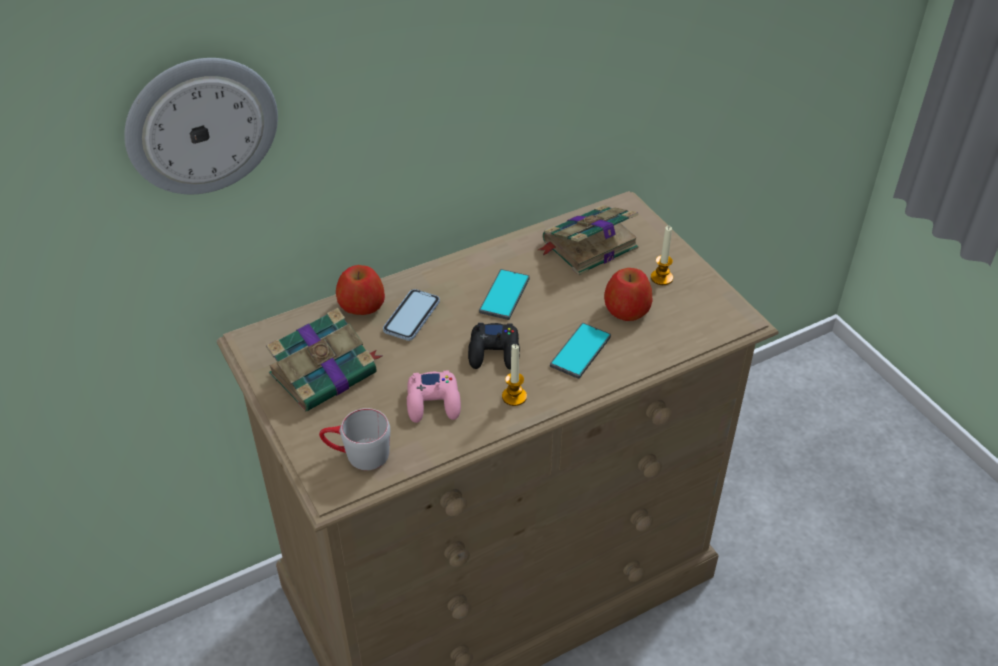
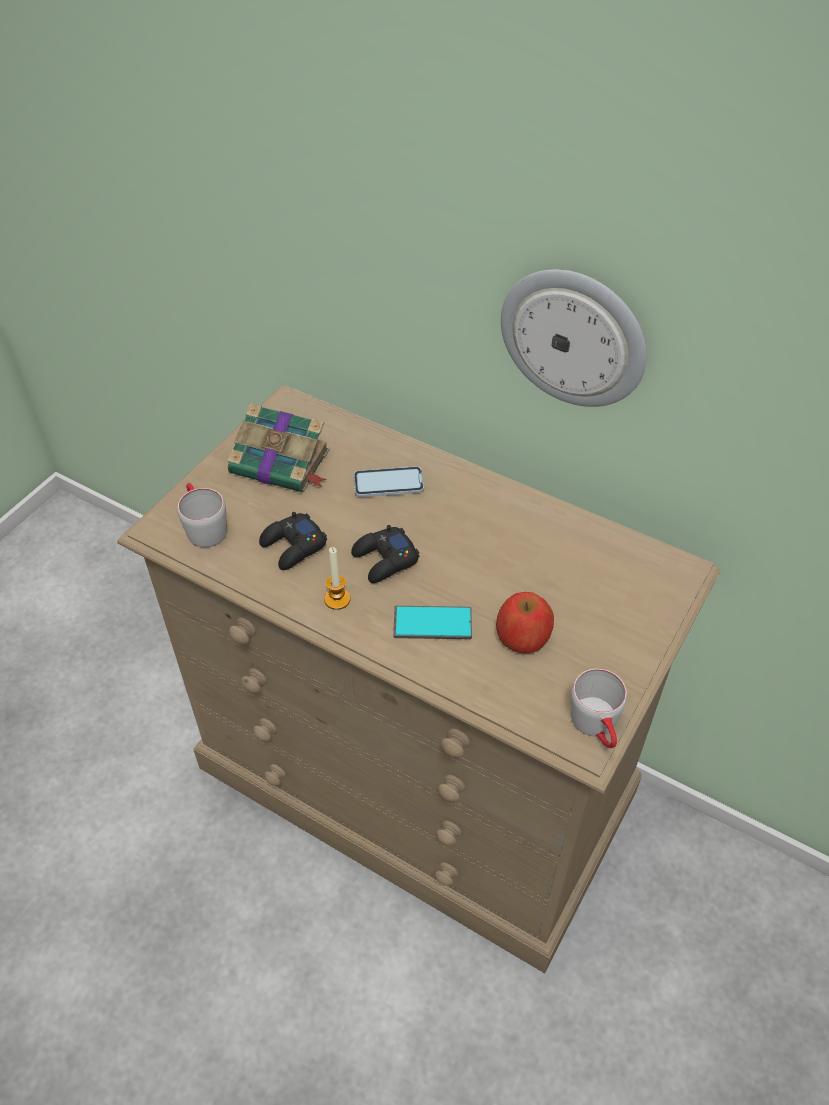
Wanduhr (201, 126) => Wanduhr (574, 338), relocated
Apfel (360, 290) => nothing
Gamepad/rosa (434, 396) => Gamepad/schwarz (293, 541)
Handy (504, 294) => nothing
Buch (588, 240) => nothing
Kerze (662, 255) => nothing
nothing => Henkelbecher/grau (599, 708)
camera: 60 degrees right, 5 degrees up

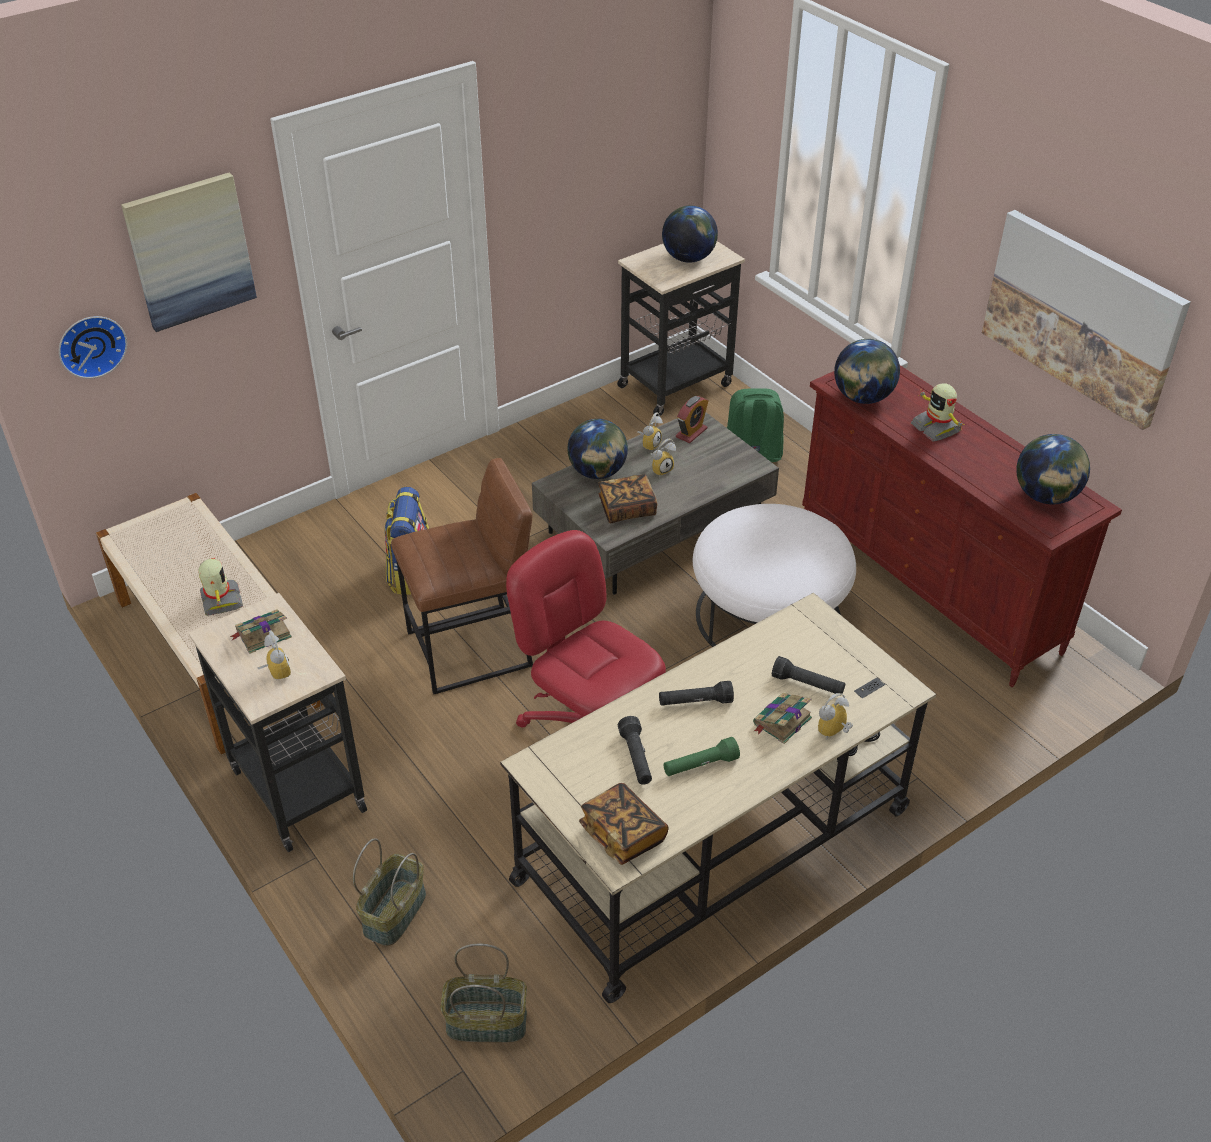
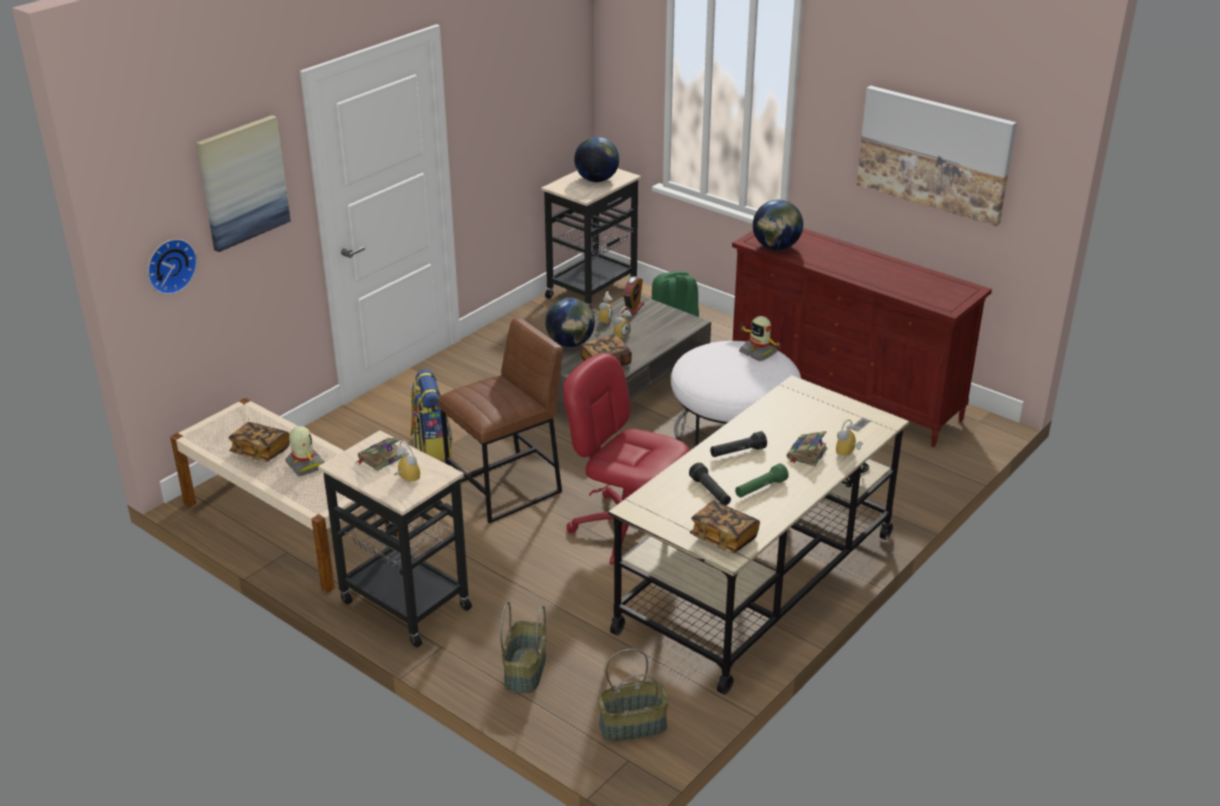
Taschenlampe/schwarz (808, 676) => nothing
Spielzeugroboter (938, 412) => Spielzeugroboter (759, 338), relocated
Globus (1053, 469) => nothing
nothing => Buch (259, 442)
camera: 15 degrees left, 10 degrees down

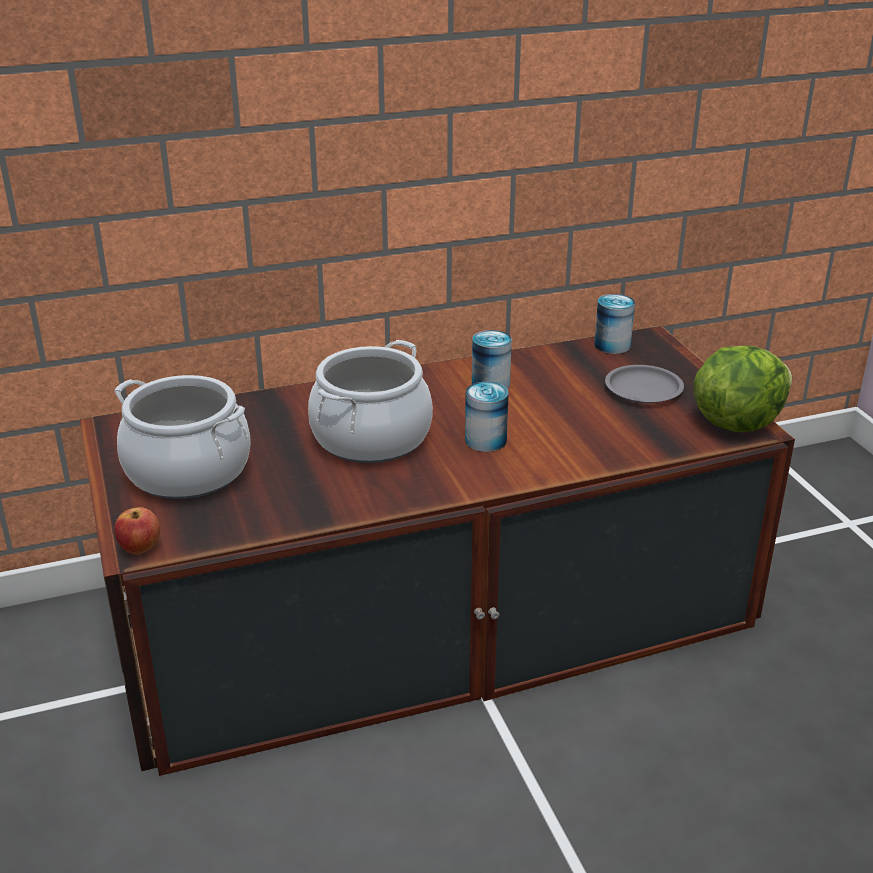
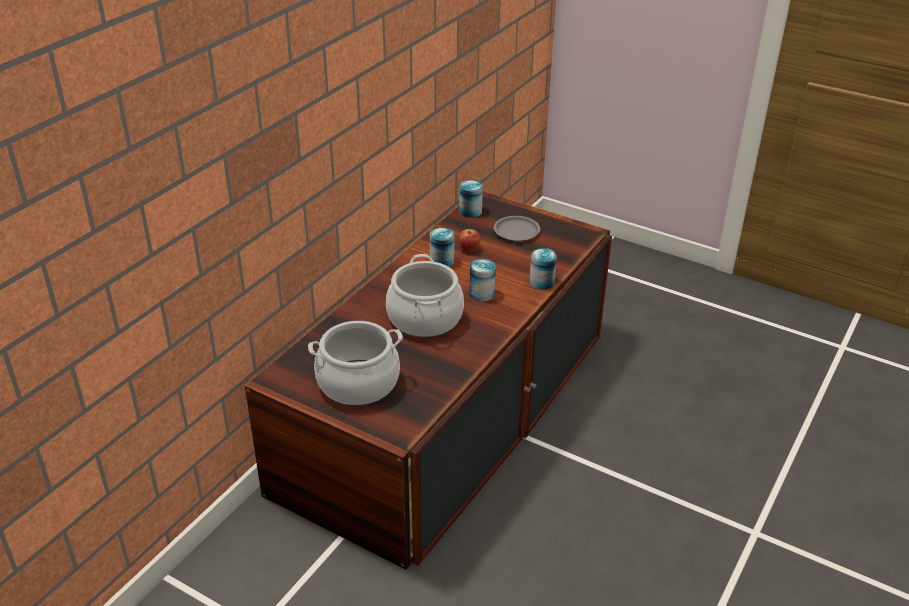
Apfel (137, 530) => Apfel (469, 240), relocated
Salatkopf (742, 388) => nothing
nothing => Dose (543, 269)
camera: 40 degrees left, 5 degrees up

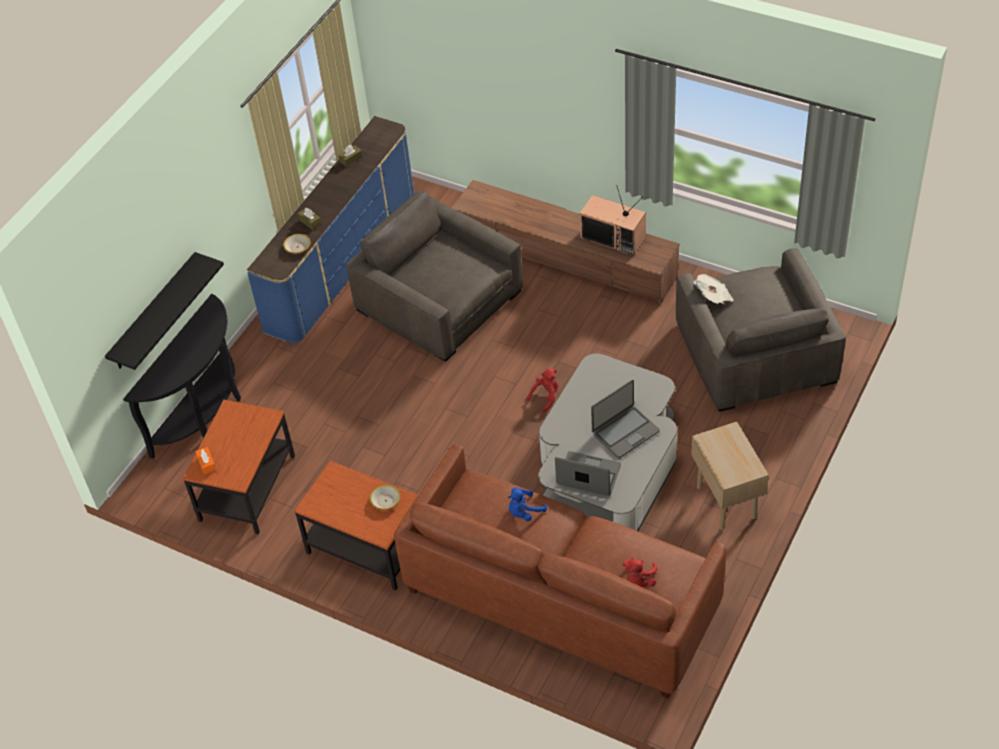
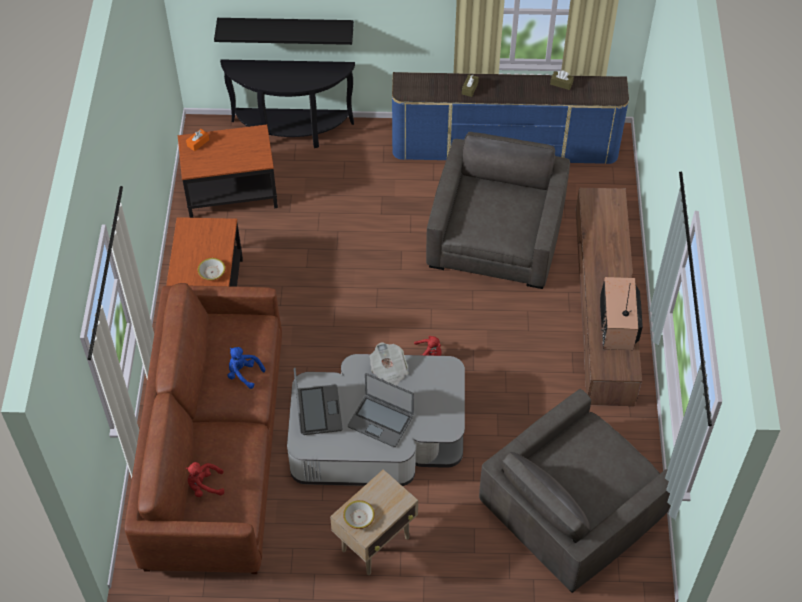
Schüssel (297, 244) => Schüssel (359, 514), relocated
Zeitung (714, 289) => Zeitung (389, 364), relocated
camera: 60 degrees right, 5 degrees up

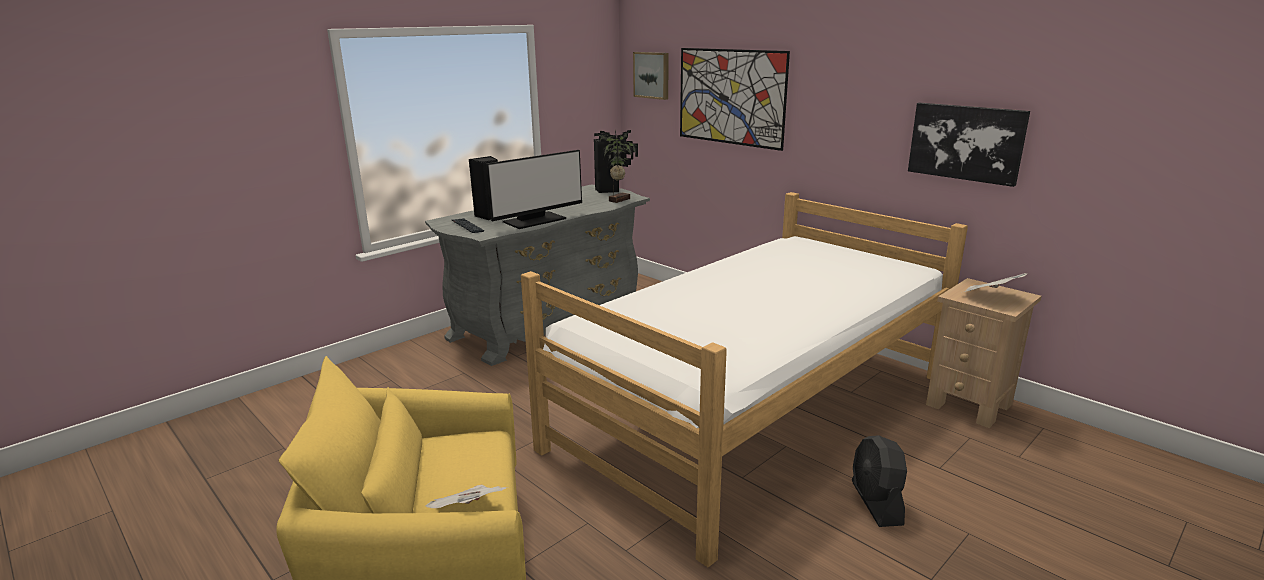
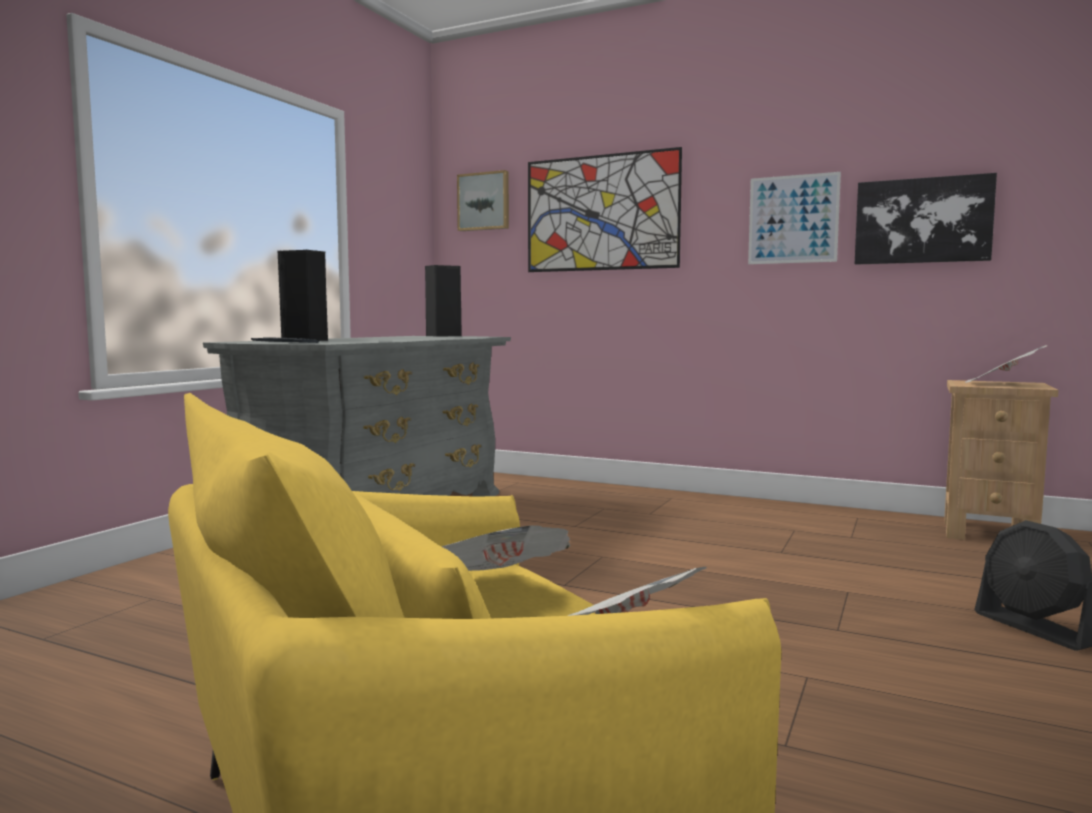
Monitor (534, 189) => nothing
Bett (744, 379) => nothing
Topfpflanze (616, 166) => nothing
nothing => Zeitung (506, 548)
nothing => Bild (794, 218)
camera: 20 degrees left, 15 degrees down

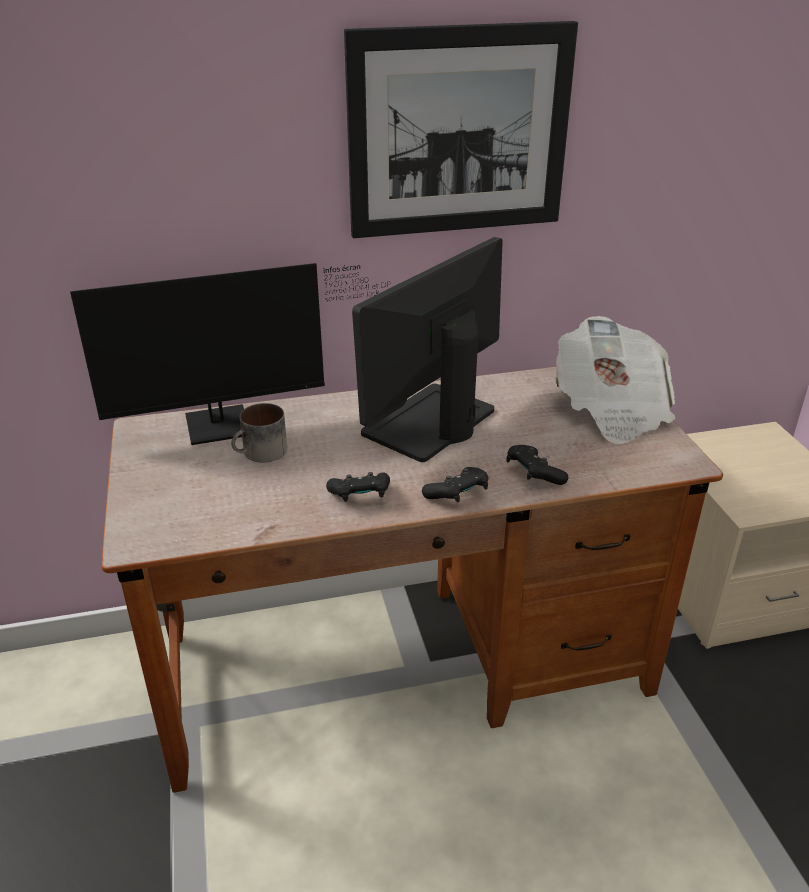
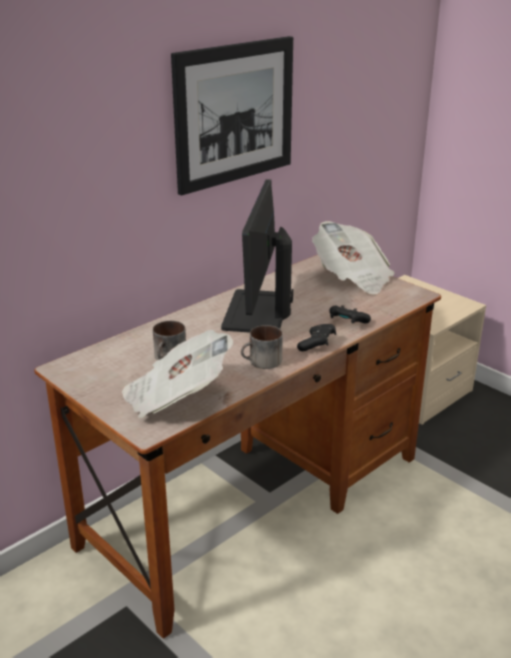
Monitor (230, 354) => nothing
Gamepad/schwarz (358, 487) => Henkelbecher (262, 347)
nothing => Zeitung (177, 374)
camera: 30 degrees left, 5 degrees down

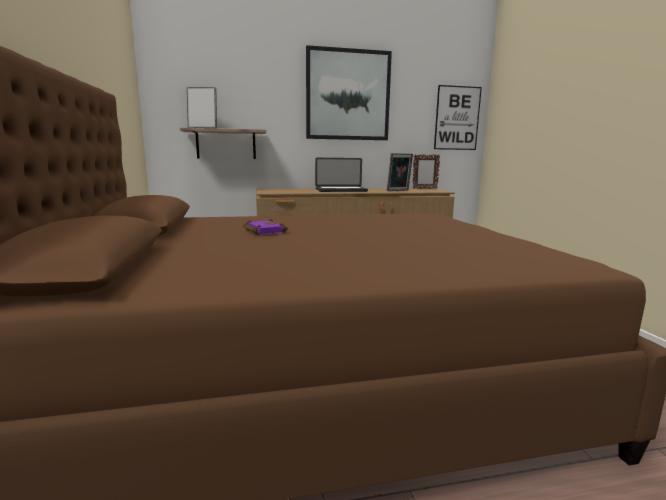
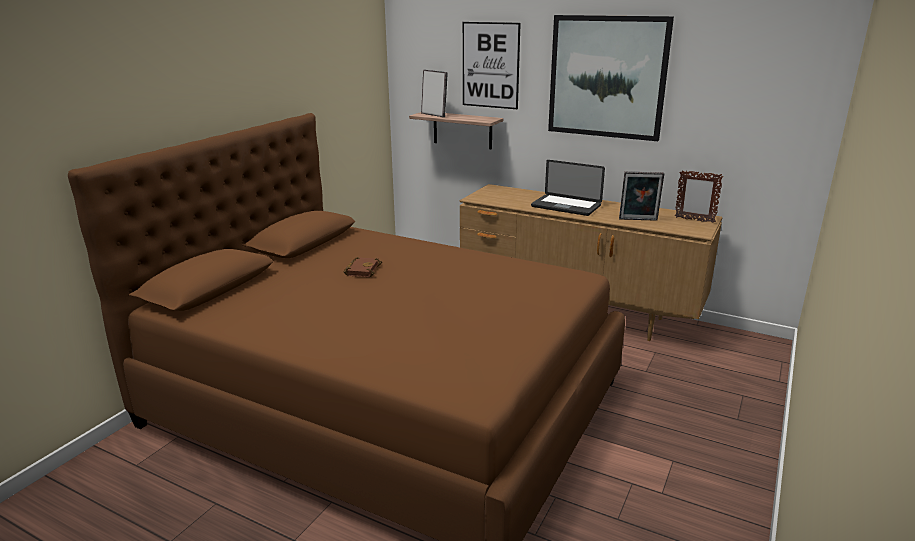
Buch/lila (265, 227) => Buch/braun (363, 267)
Bild (458, 117) => Bild (492, 65), relocated
camera: 40 degrees right, 10 degrees up

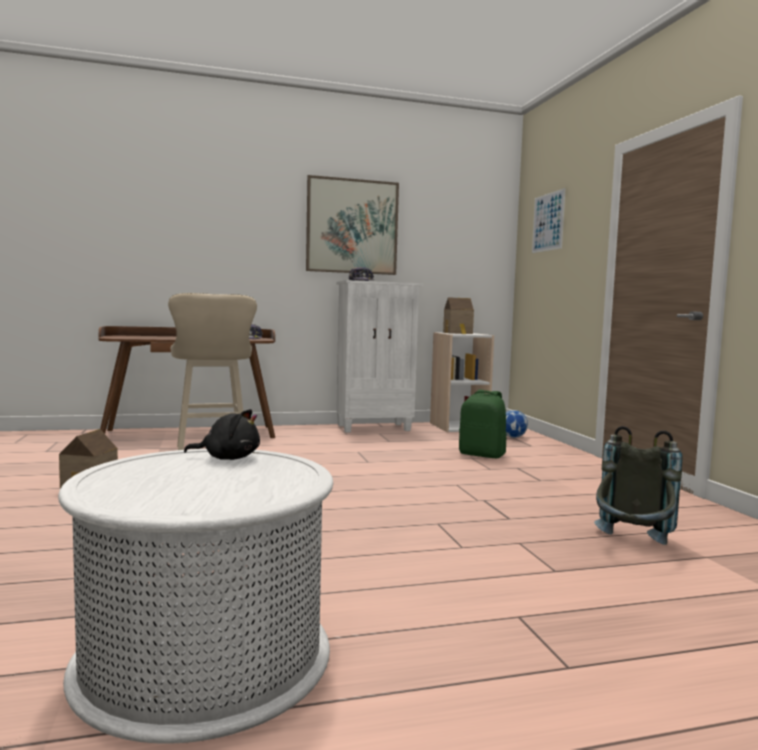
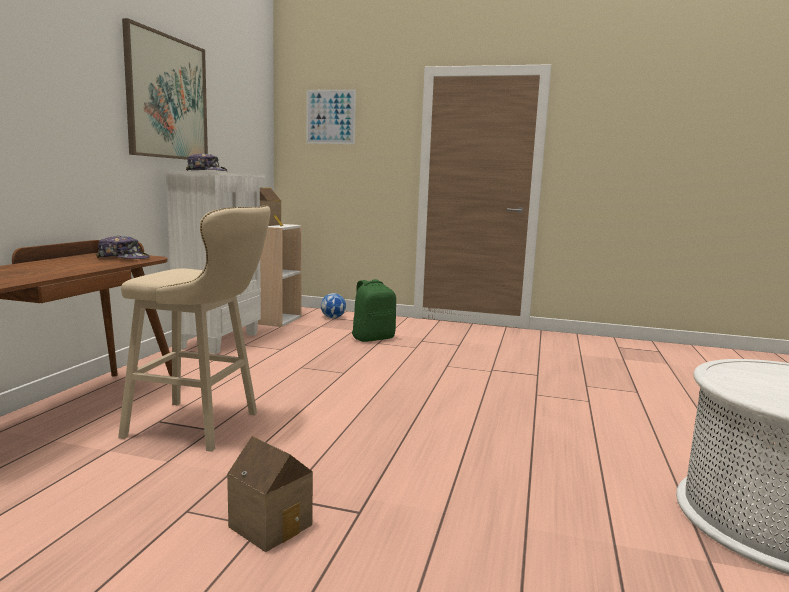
Plüschtier/schwarz (222, 434) => nothing
Rucksack/grau (638, 485) => nothing
camera: 60 degrees left, 5 degrees up

